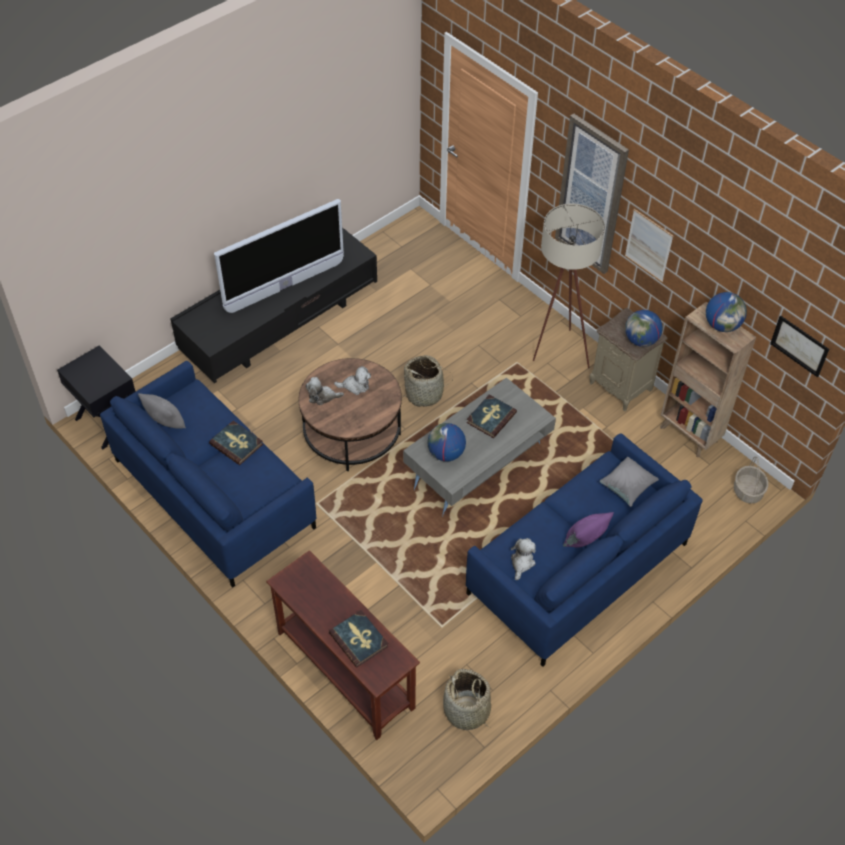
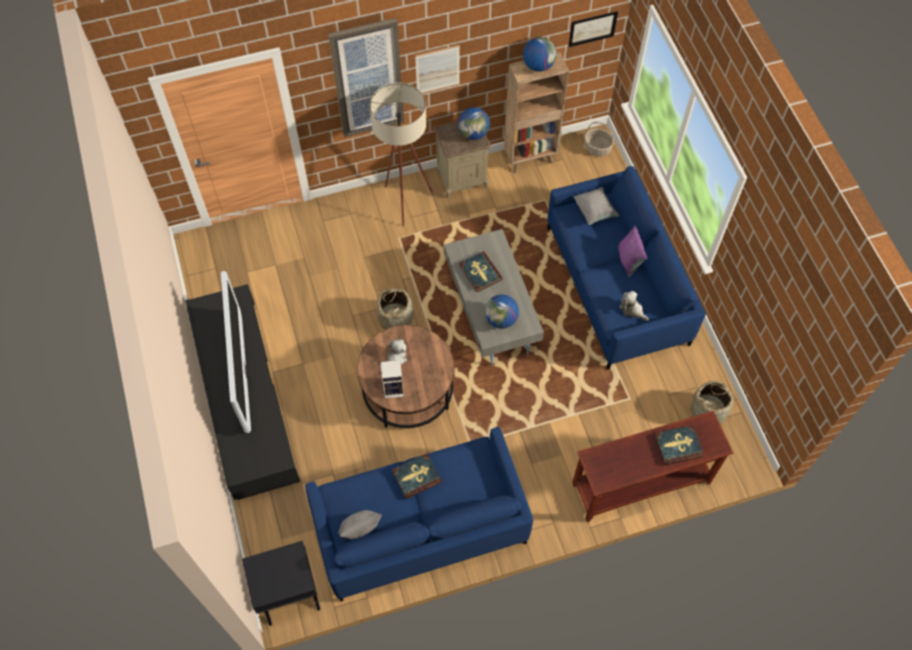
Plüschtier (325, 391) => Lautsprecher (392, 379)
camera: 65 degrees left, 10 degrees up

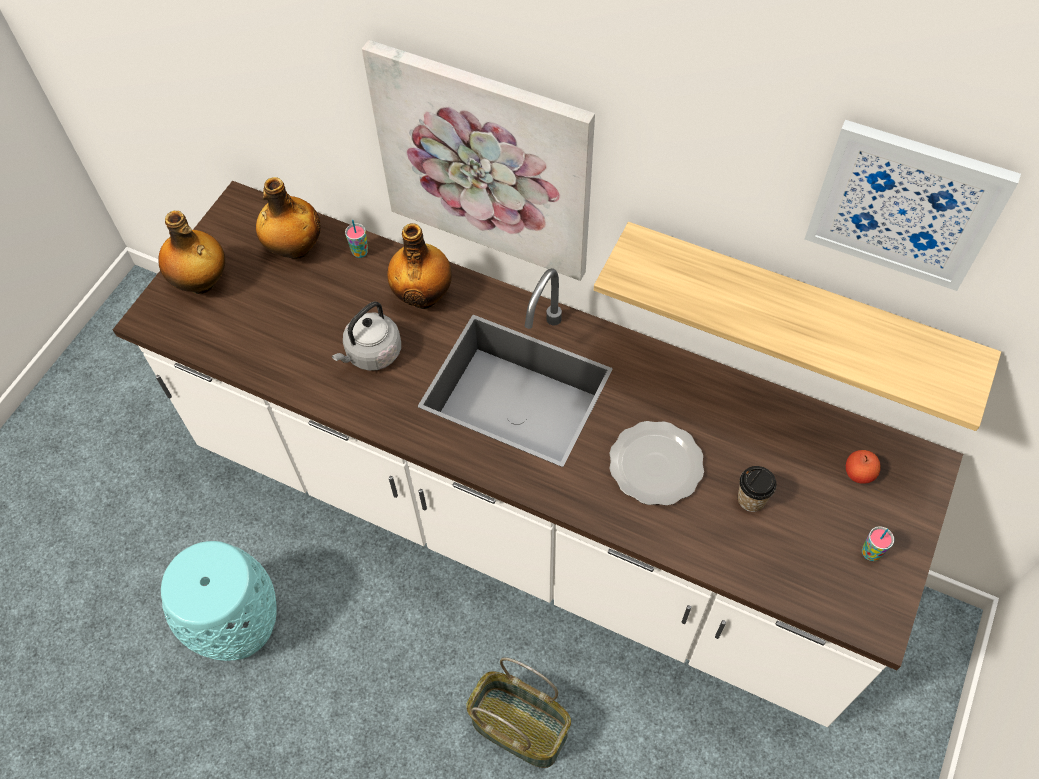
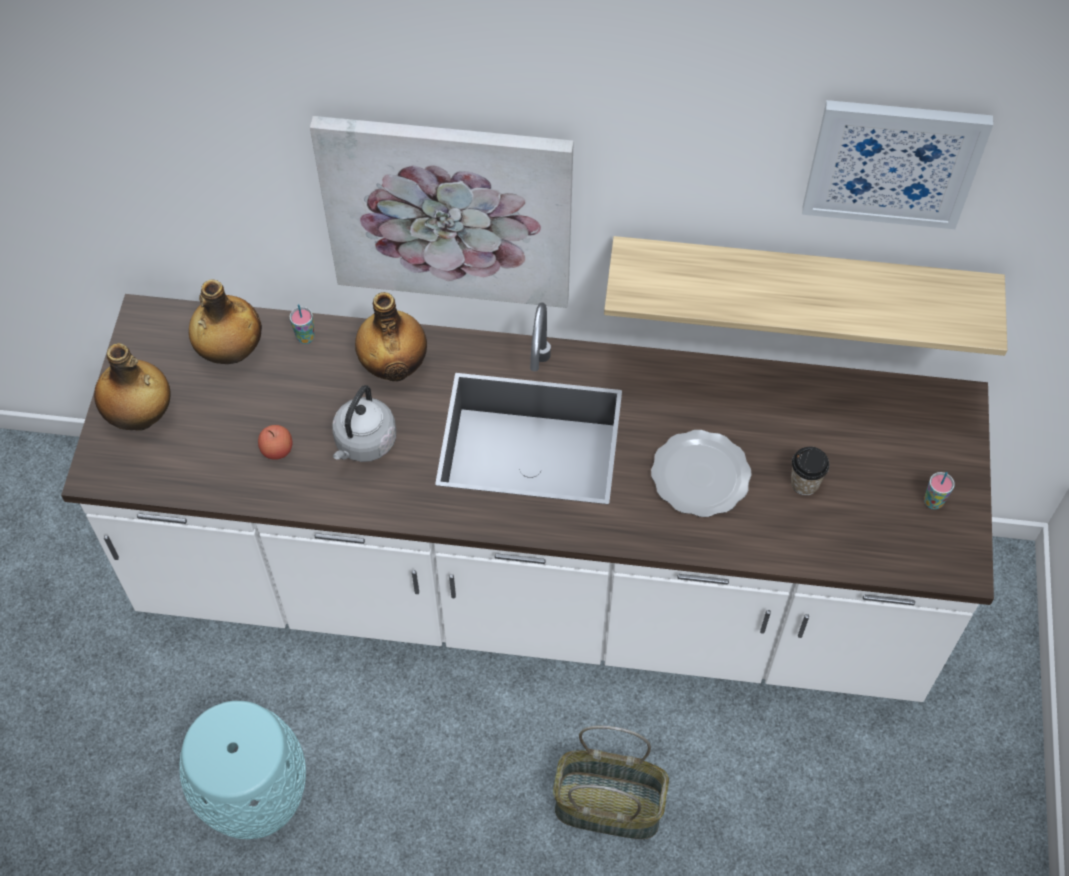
Apfel (863, 467) => Apfel (275, 442), relocated
camera: 20 degrees left, 0 degrees up

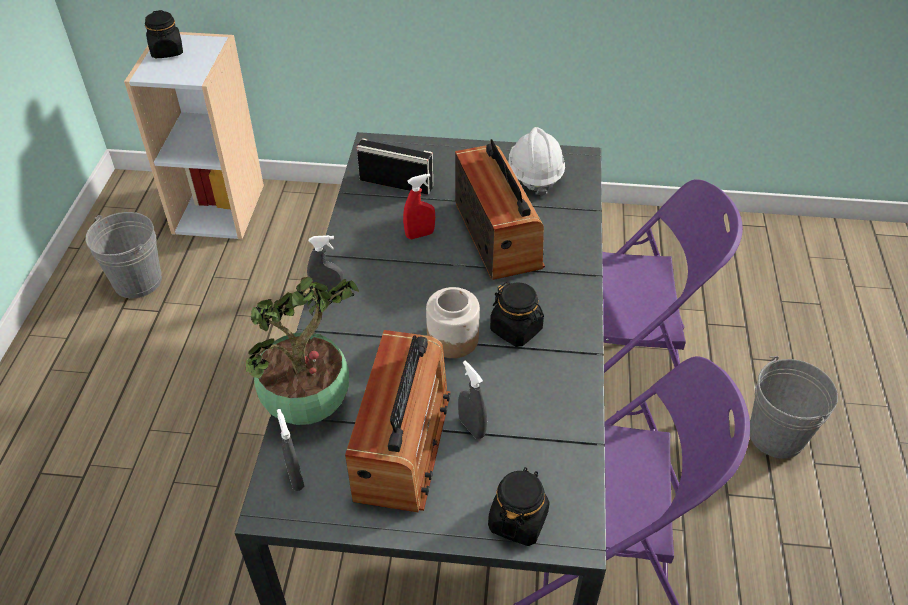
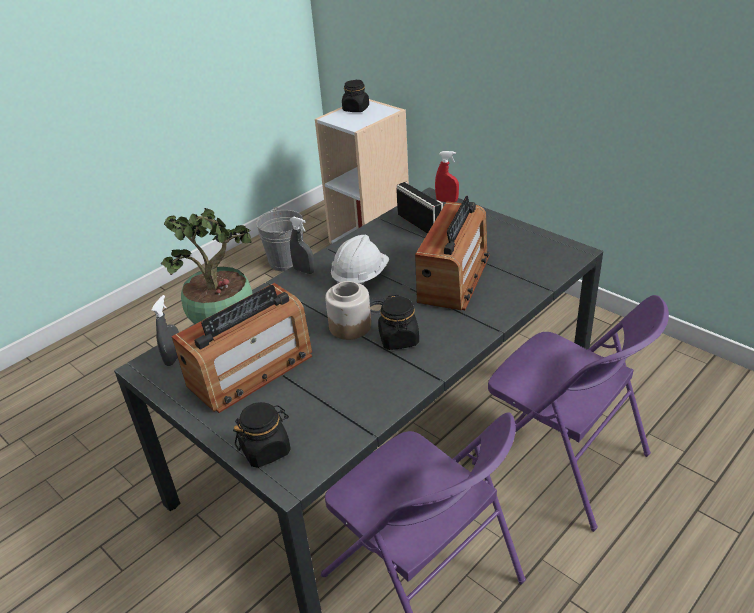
Sprühflasche/rot (419, 206) => Sprühflasche/rot (447, 176), relocated
Sprühflasche/grau (472, 399) => nothing
Schutzhelm/weiß (537, 161) => Schutzhelm/weiß (360, 260), relocated
Eimer/grau (794, 407) => nothing
camera: 40 degrees right, 10 degrees down

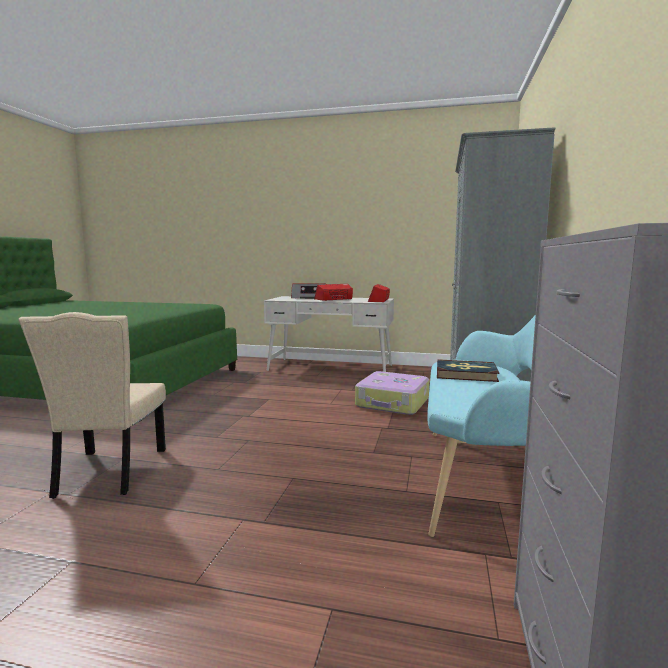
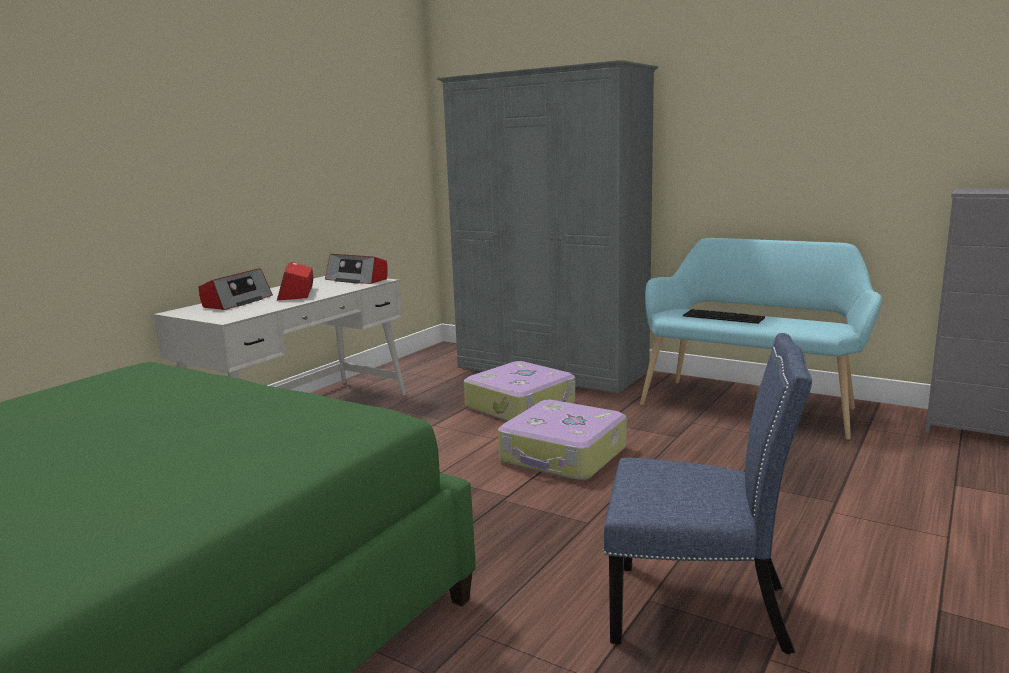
Stuhl/beige (92, 405) => Stuhl/blau (707, 493)
Buch (468, 370) => Tastatur (724, 316)
nothing => Koffer (562, 440)
camera: 70 degrees left, 5 degrees up

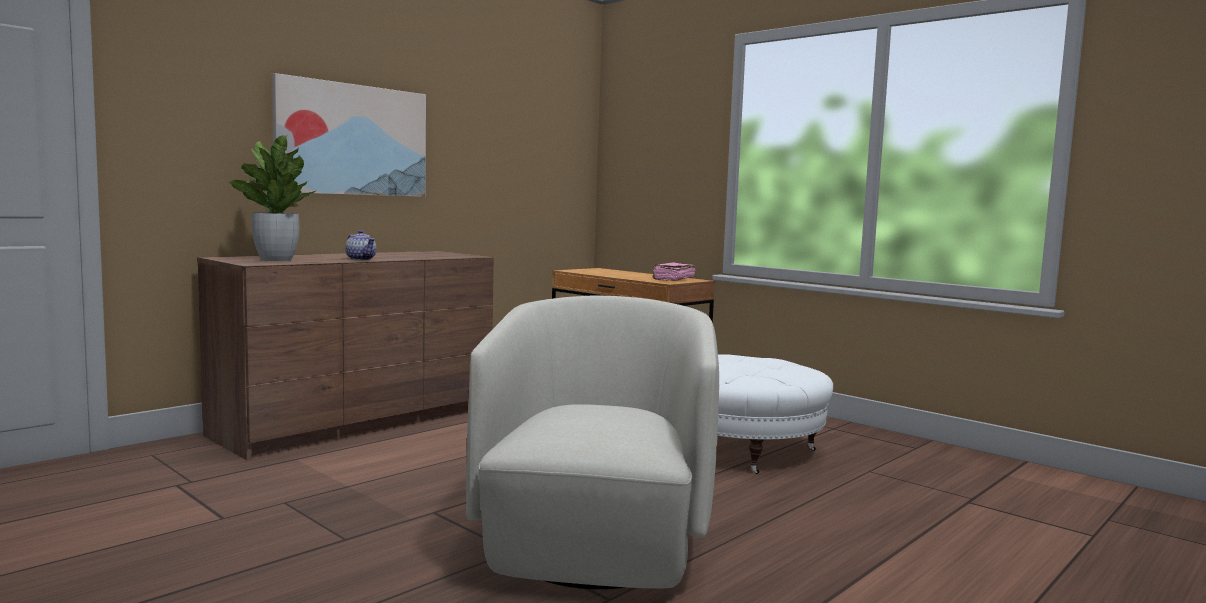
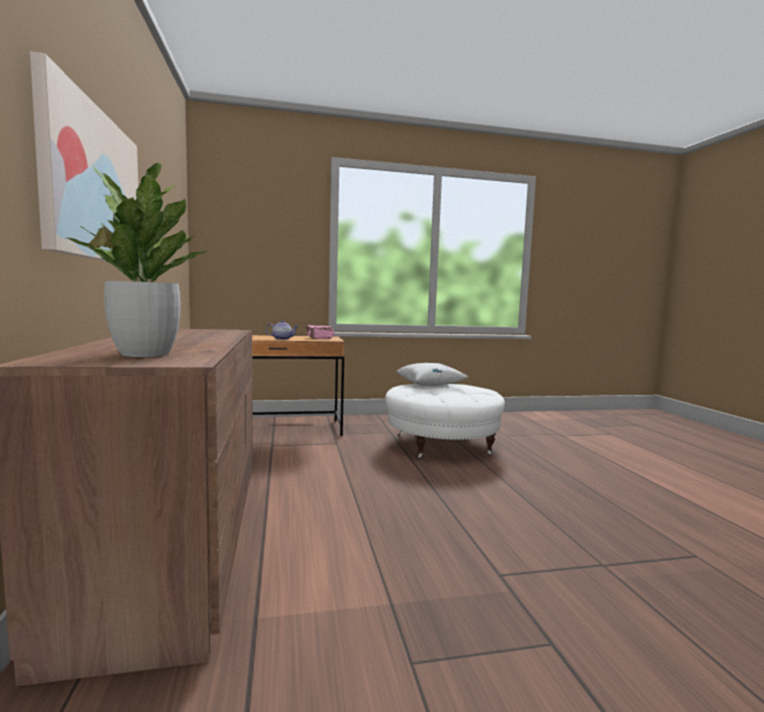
Teekanne (360, 245) => Teekanne (282, 330), relocated
Sessel/beige (592, 442) => nothing
nothing => Kissen/grau (432, 374)
camera: 55 degrees left, 0 degrees up

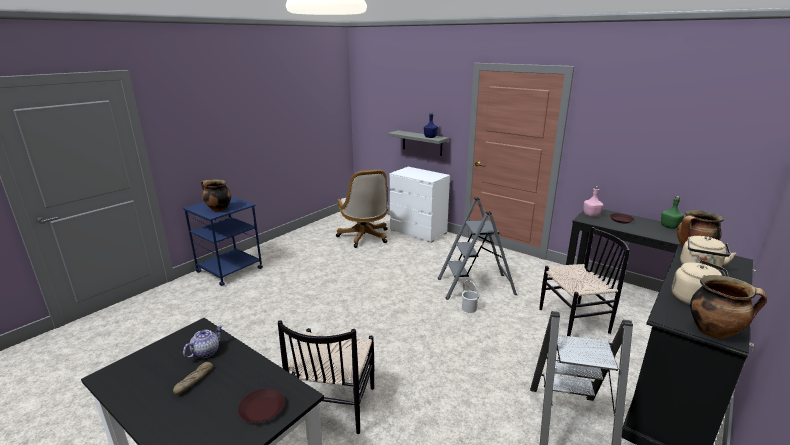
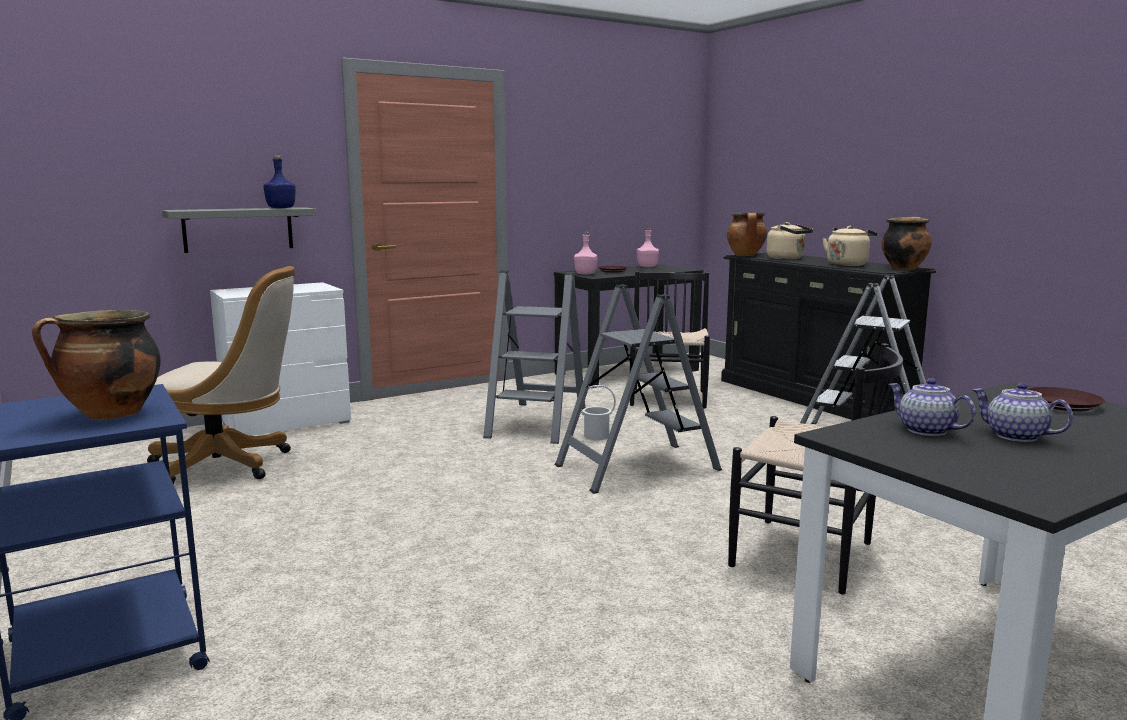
Brot (193, 378) => Teekanne (1022, 412)
Flasche/grün (672, 212) => Flasche/rosa (648, 247)
nothing => Trittleiter/grau (638, 389)
camera: 70 degrees left, 10 degrees down

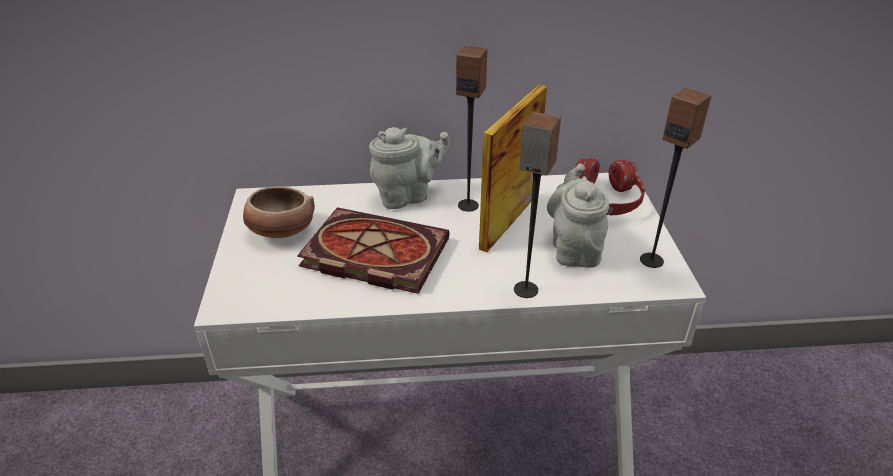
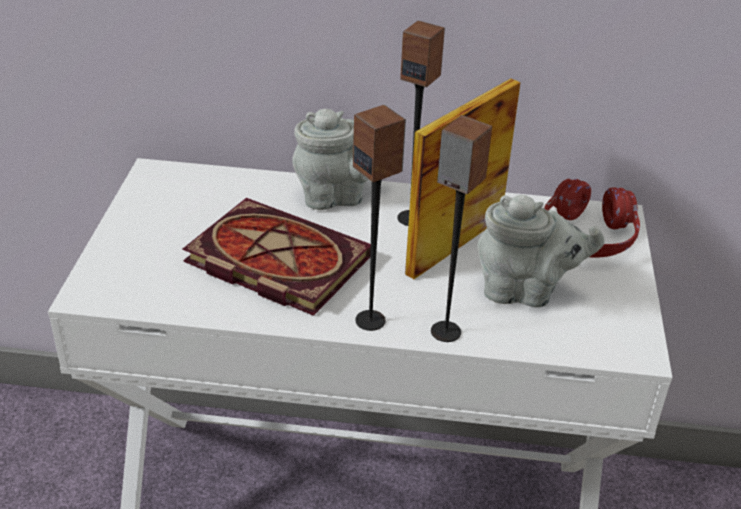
Schüssel (279, 212) => nothing
Teekanne/grau (578, 216) => Teekanne/grau (541, 251), 90 degrees clockwise
Lautsprecher (675, 178) => Lautsprecher (379, 218), relocated
camera: 10 degrees right, 0 degrees up

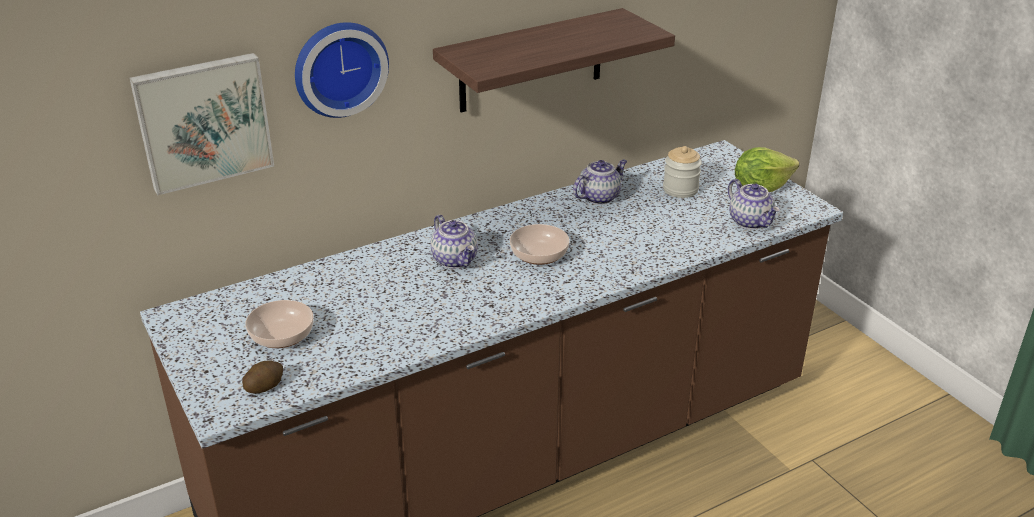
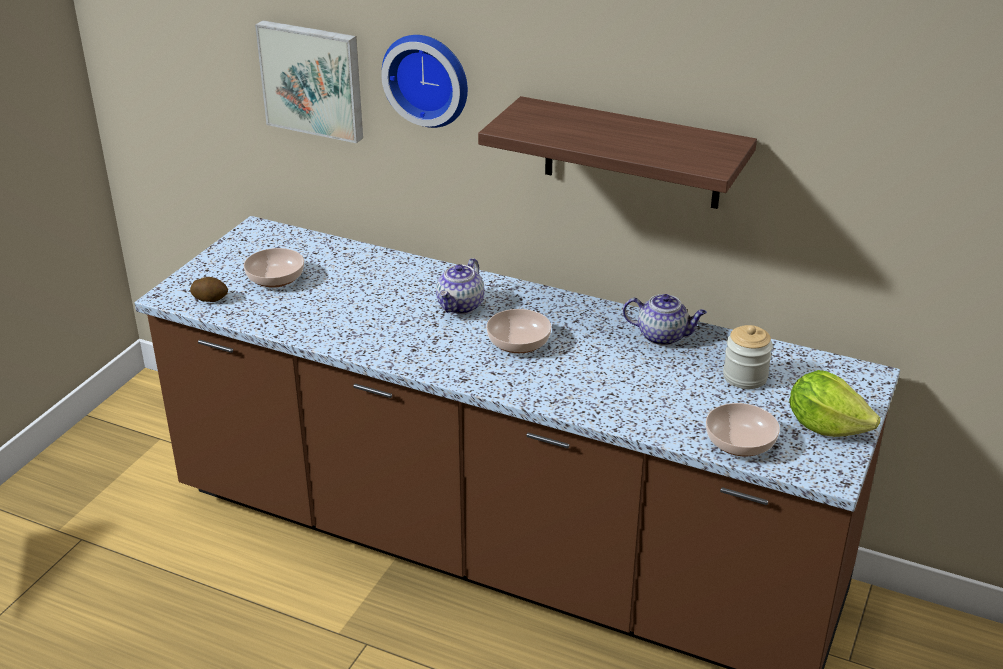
Teekanne (754, 204) => Schüssel (743, 429)
camera: 55 degrees right, 0 degrees up

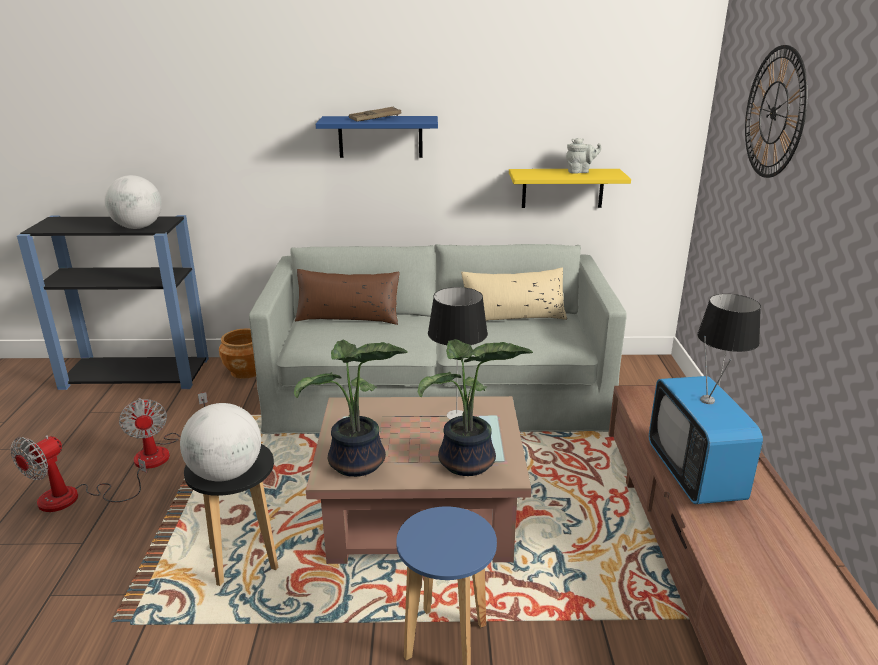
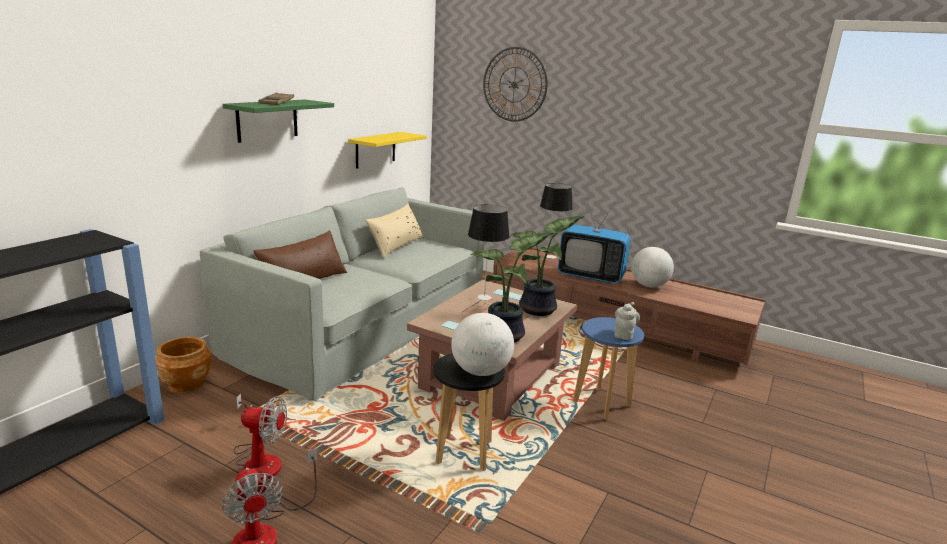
Globus (133, 202) => Globus (652, 267), relocated
Wandregal/blau (377, 137) => Wandregal/grün (278, 121)
Teekanne/grau (583, 156) => Teekanne/grau (627, 321), relocated
camera: 60 degrees left, 5 degrees down

